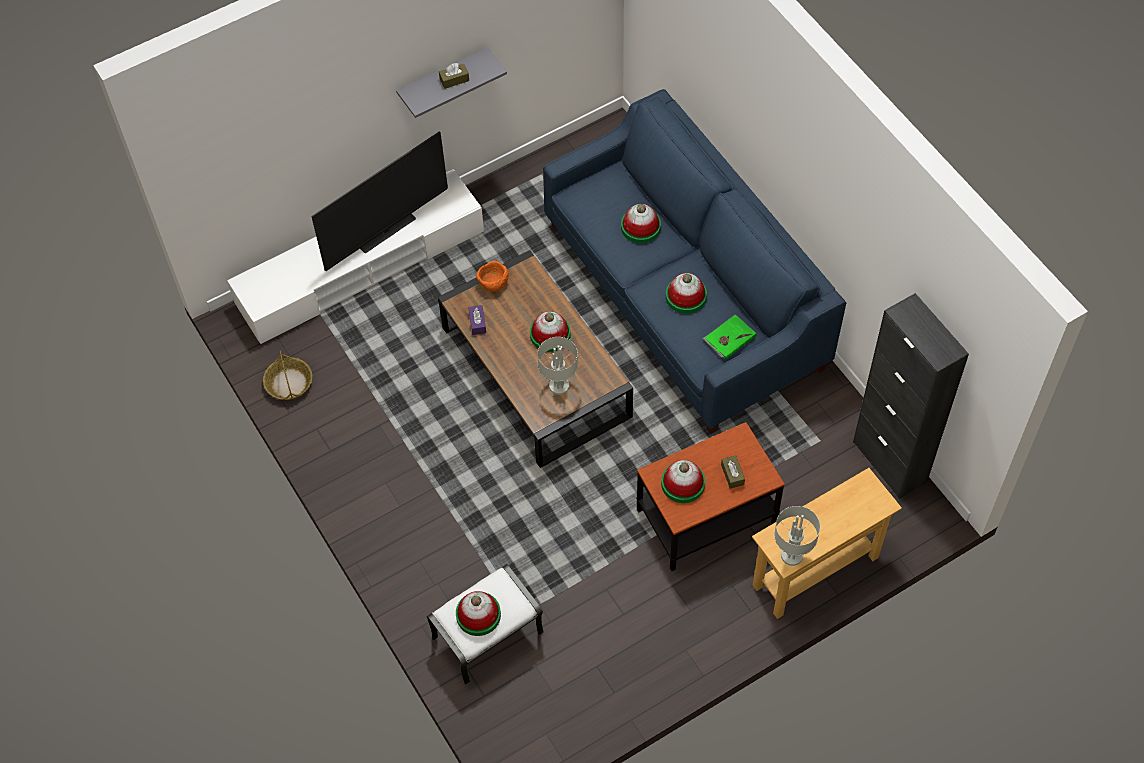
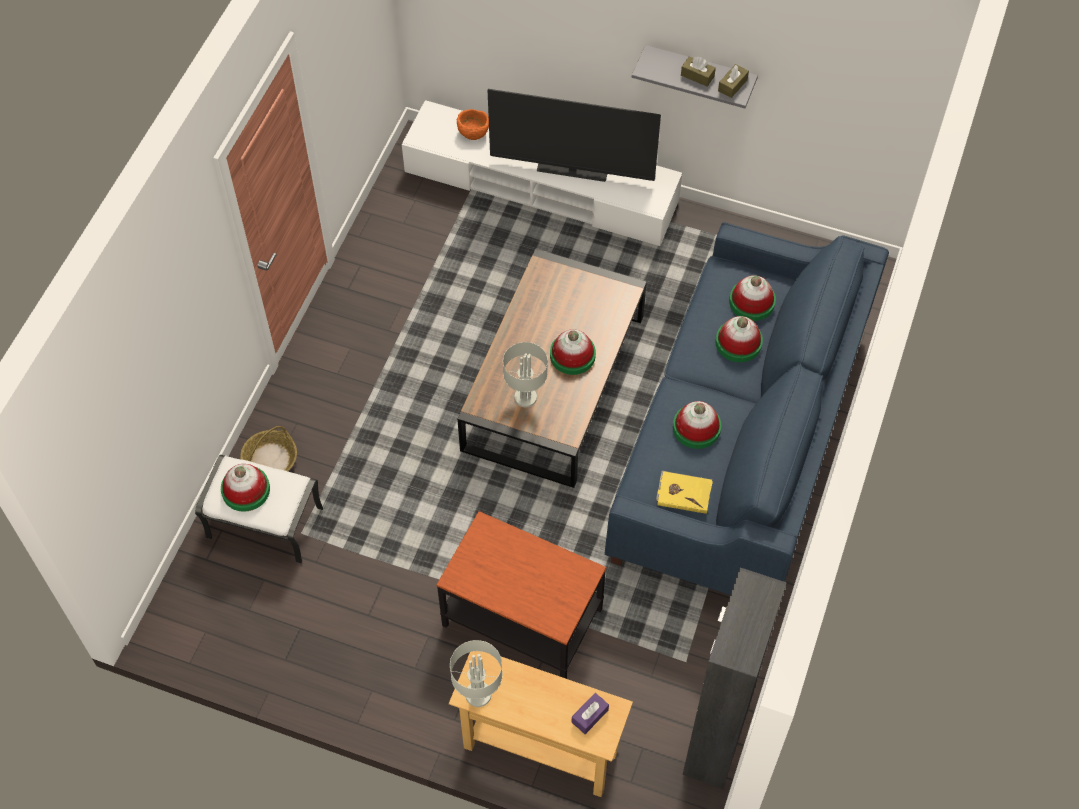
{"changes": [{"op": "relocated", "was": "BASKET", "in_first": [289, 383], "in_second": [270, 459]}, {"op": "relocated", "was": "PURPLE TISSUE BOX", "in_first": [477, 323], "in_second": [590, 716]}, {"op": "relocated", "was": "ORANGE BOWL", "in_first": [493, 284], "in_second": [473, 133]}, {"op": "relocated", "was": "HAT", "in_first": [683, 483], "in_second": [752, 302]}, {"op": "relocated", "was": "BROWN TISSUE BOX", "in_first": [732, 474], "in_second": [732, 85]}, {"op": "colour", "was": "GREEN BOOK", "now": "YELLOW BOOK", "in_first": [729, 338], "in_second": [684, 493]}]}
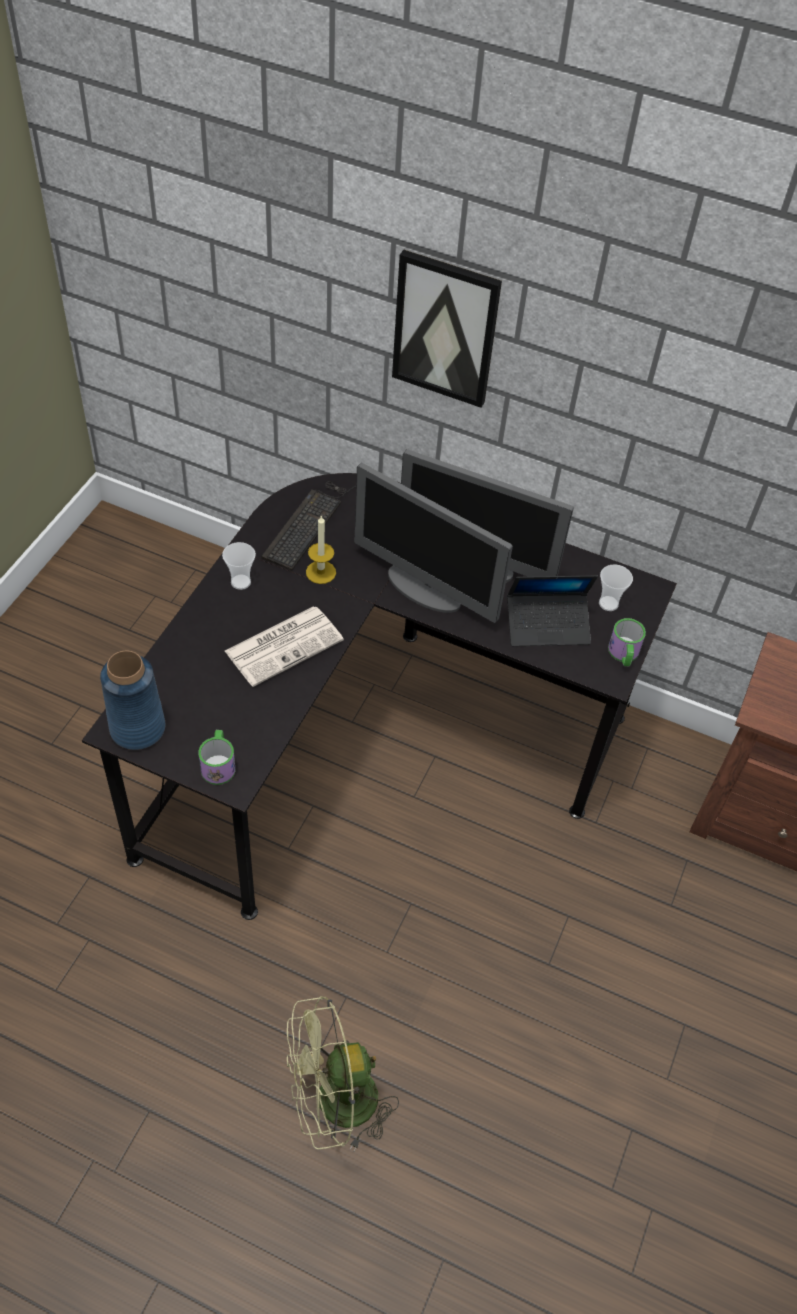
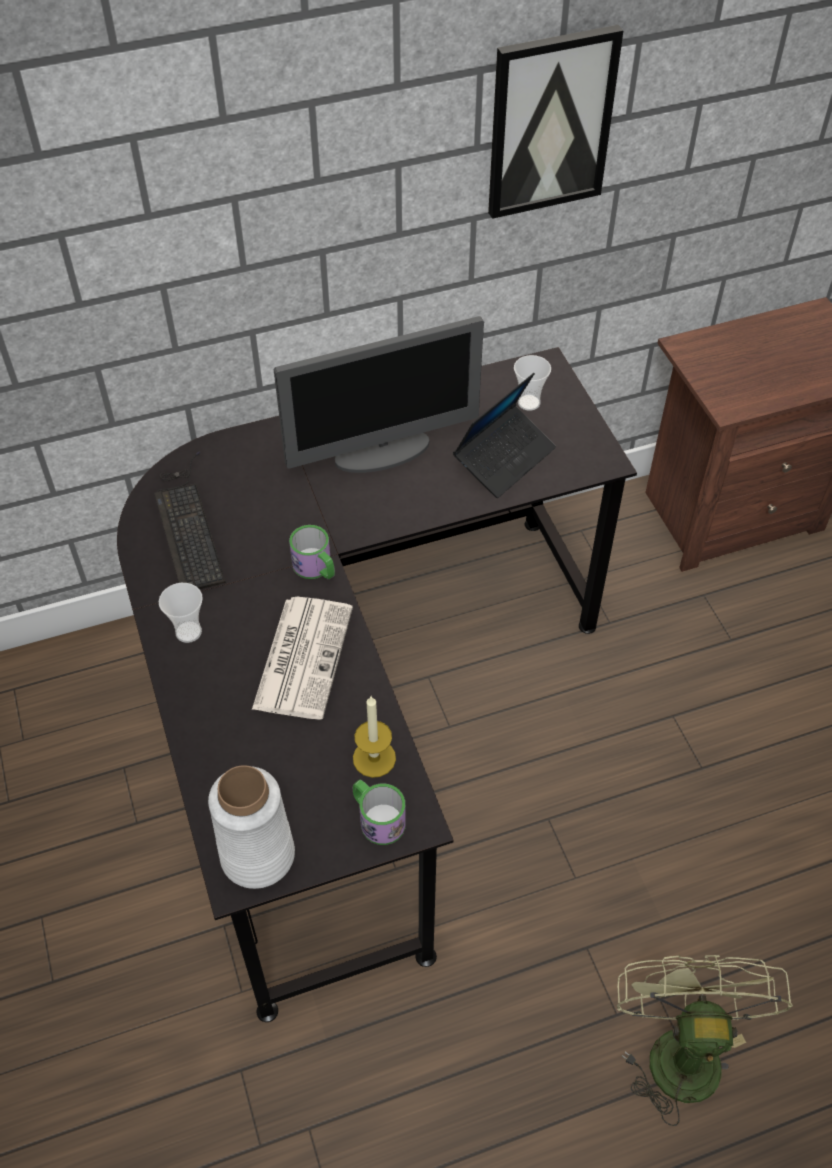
{"changes": [{"op": "missing", "was": "MONITOR", "in_first": [424, 589]}, {"op": "relocated", "was": "CANDLE", "in_first": [321, 572], "in_second": [374, 758]}, {"op": "relocated", "was": "PICTURE", "in_first": [445, 328], "in_second": [550, 123]}, {"op": "relocated", "was": "MUG", "in_first": [623, 654], "in_second": [316, 568]}, {"op": "colour", "was": "BLUE VASE", "now": "WHITE VASE", "in_first": [137, 728], "in_second": [257, 856]}, {"op": "spun", "was": "GREEN FAN", "in_first": [334, 1104], "in_second": [679, 1047], "clockwise": 150}]}
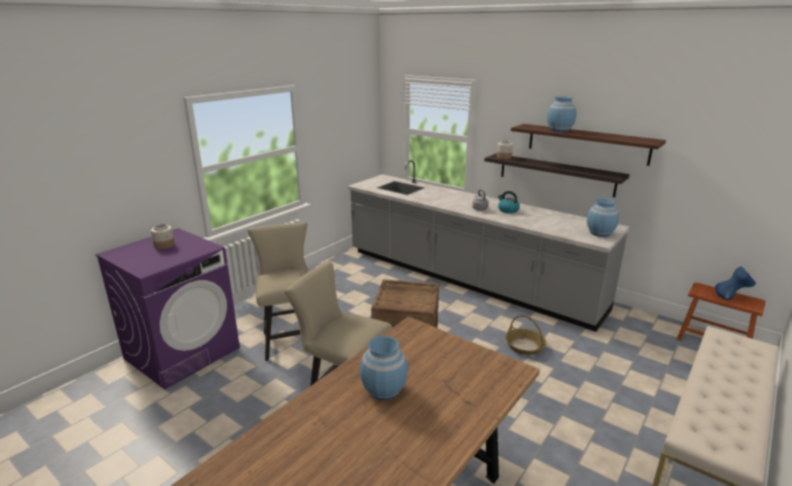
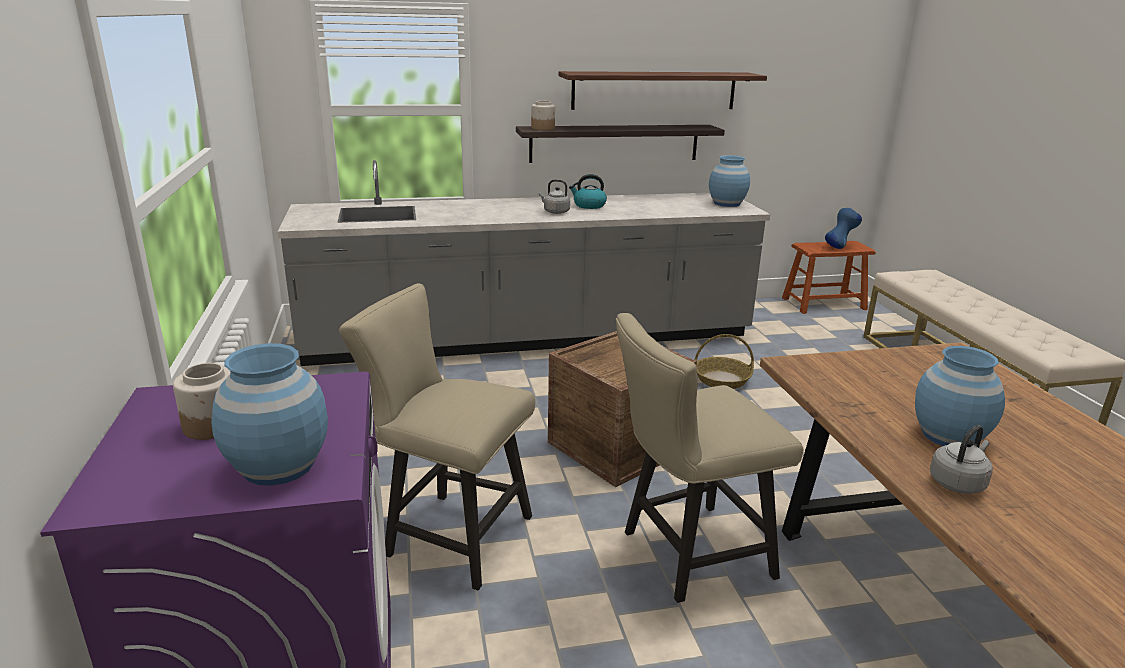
{"changes": [{"op": "appeared", "now": "GREY KETTLE", "in_second": [958, 483]}, {"op": "relocated", "was": "BLUE VASE", "in_first": [559, 130], "in_second": [277, 466]}]}
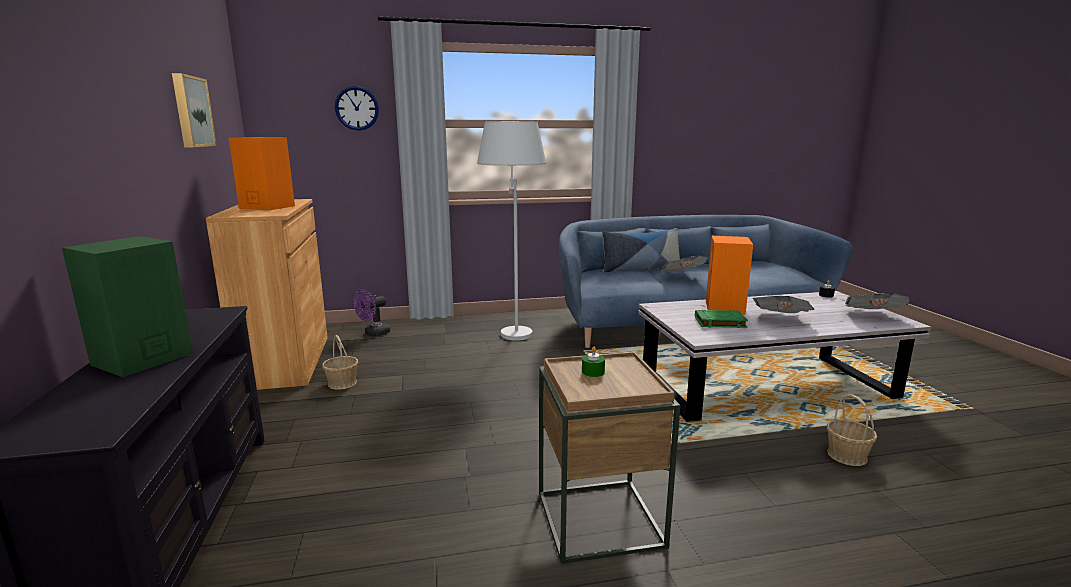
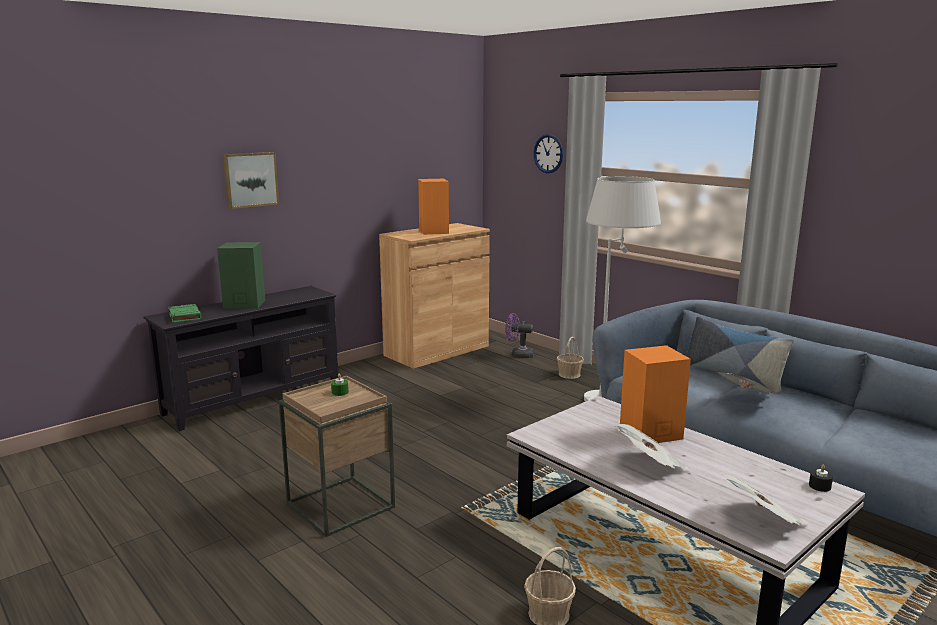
{"changes": [{"op": "relocated", "was": "PICTURE", "in_first": [191, 112], "in_second": [250, 179]}, {"op": "relocated", "was": "BASKET", "in_first": [342, 383], "in_second": [569, 374]}, {"op": "relocated", "was": "GREEN BOOK", "in_first": [719, 322], "in_second": [184, 316]}]}
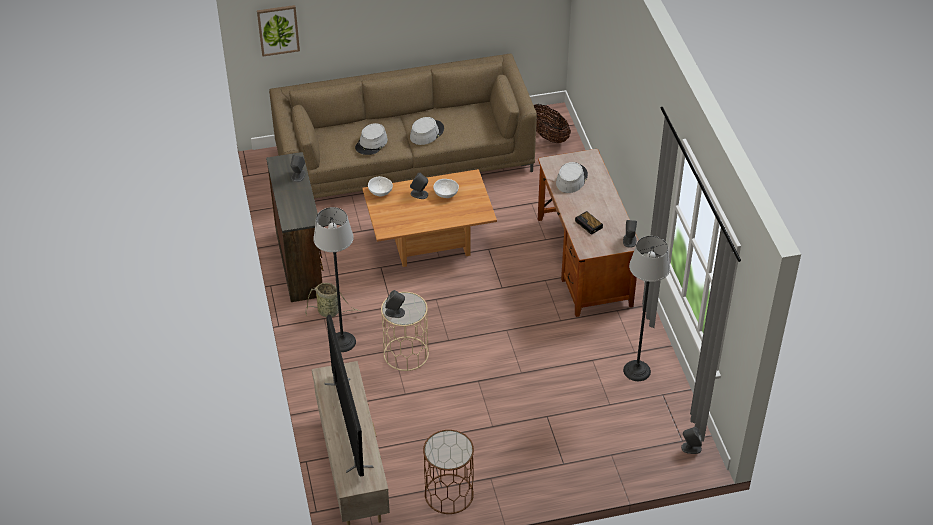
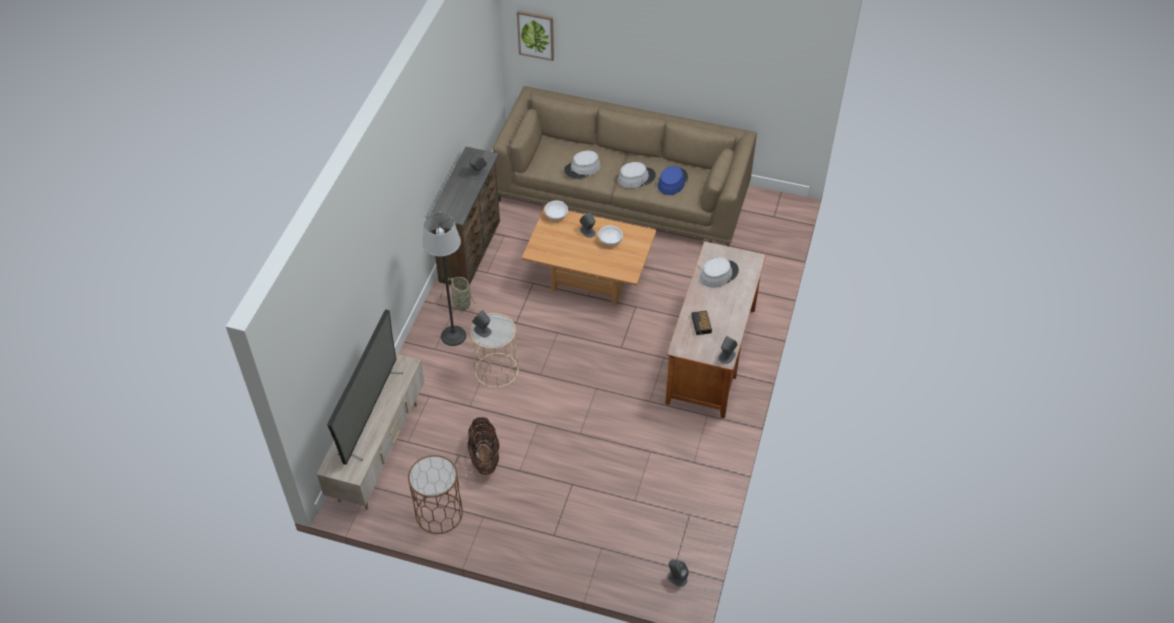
{"changes": [{"op": "missing", "was": "FLOOR LAMP", "in_first": [636, 371]}, {"op": "appeared", "now": "BLUE HAT", "in_second": [672, 181]}, {"op": "relocated", "was": "BASKET", "in_first": [548, 136], "in_second": [484, 457]}]}
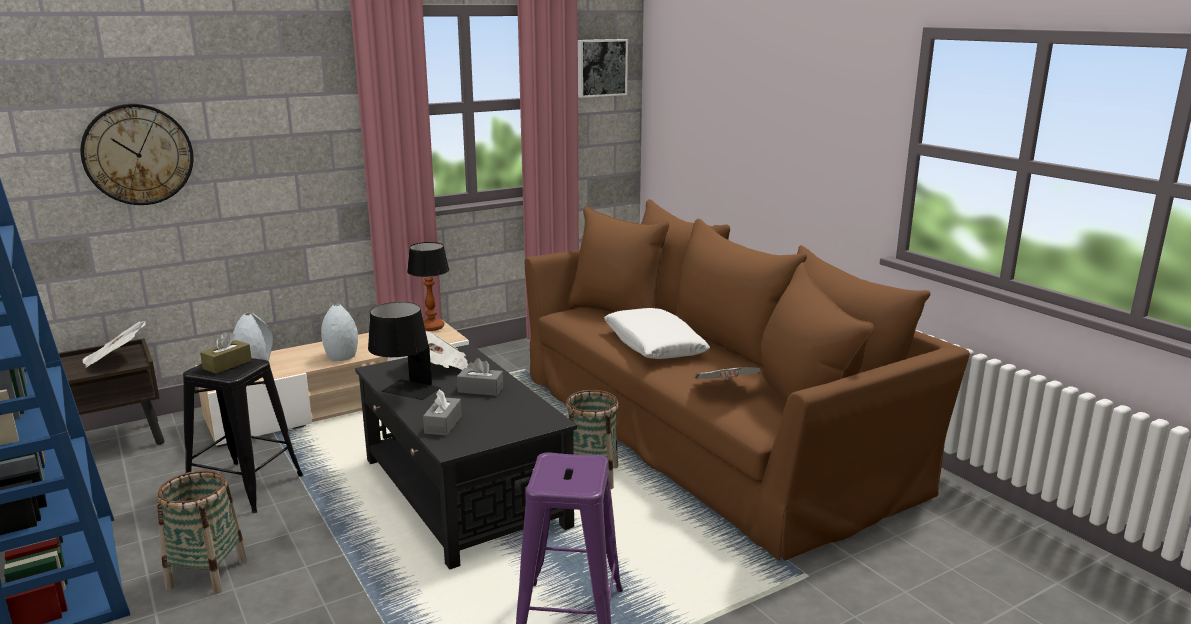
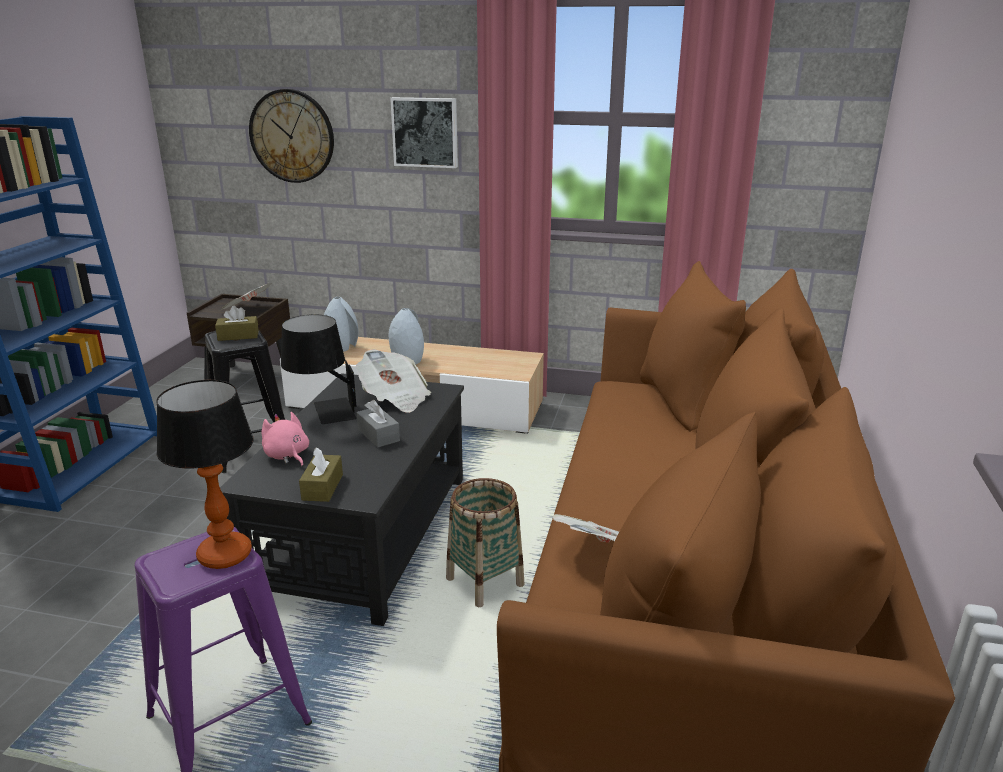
{"changes": [{"op": "missing", "was": "BASKET", "in_first": [207, 574]}, {"op": "missing", "was": "WHITE PILLOW", "in_first": [654, 345]}, {"op": "appeared", "now": "BROWN TISSUE BOX", "in_second": [322, 487]}, {"op": "relocated", "was": "TABLE LAMP", "in_first": [432, 327], "in_second": [226, 555]}, {"op": "relocated", "was": "PICTURE", "in_first": [601, 67], "in_second": [425, 132]}, {"op": "exchanged", "was": "GREY TISSUE BOX", "now": "PINK PLUSH TOY", "in_first": [443, 424], "in_second": [287, 455]}]}
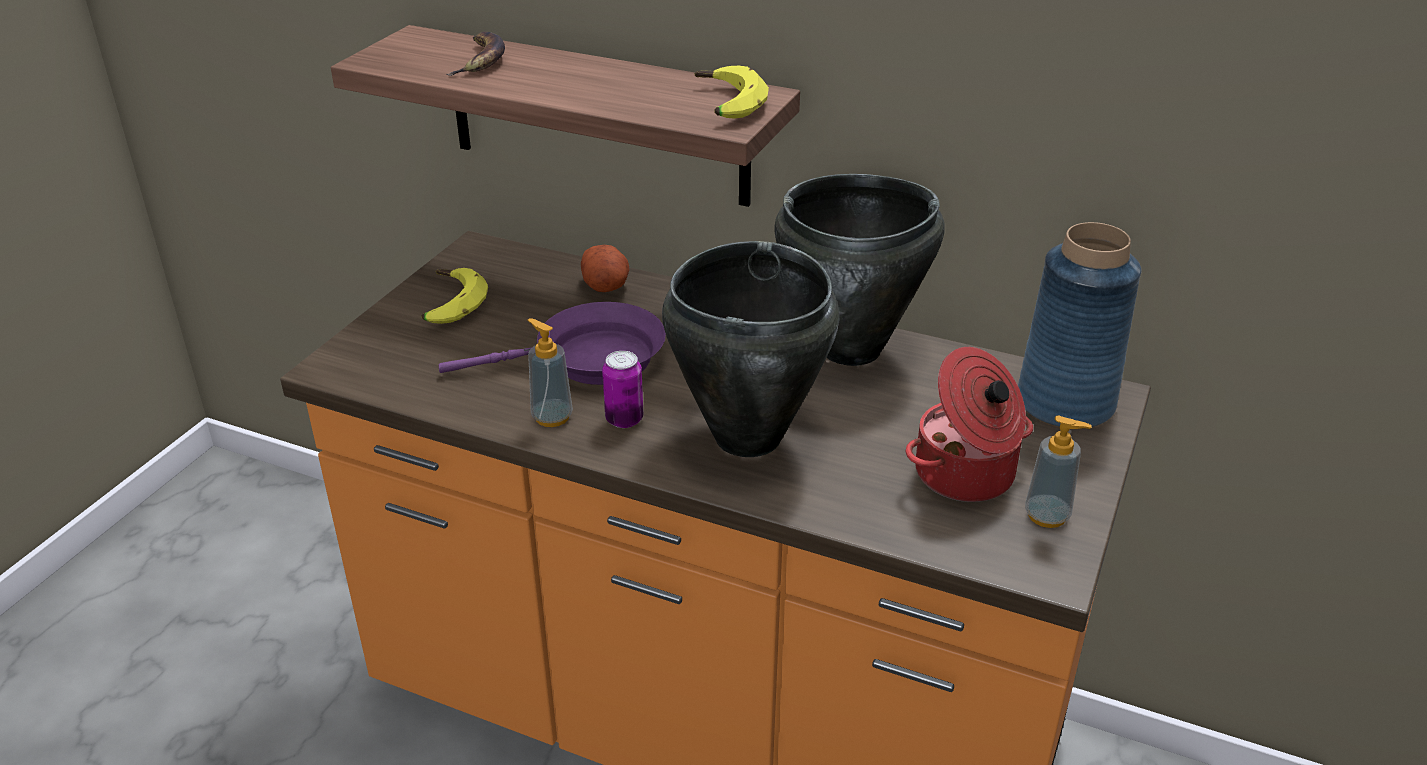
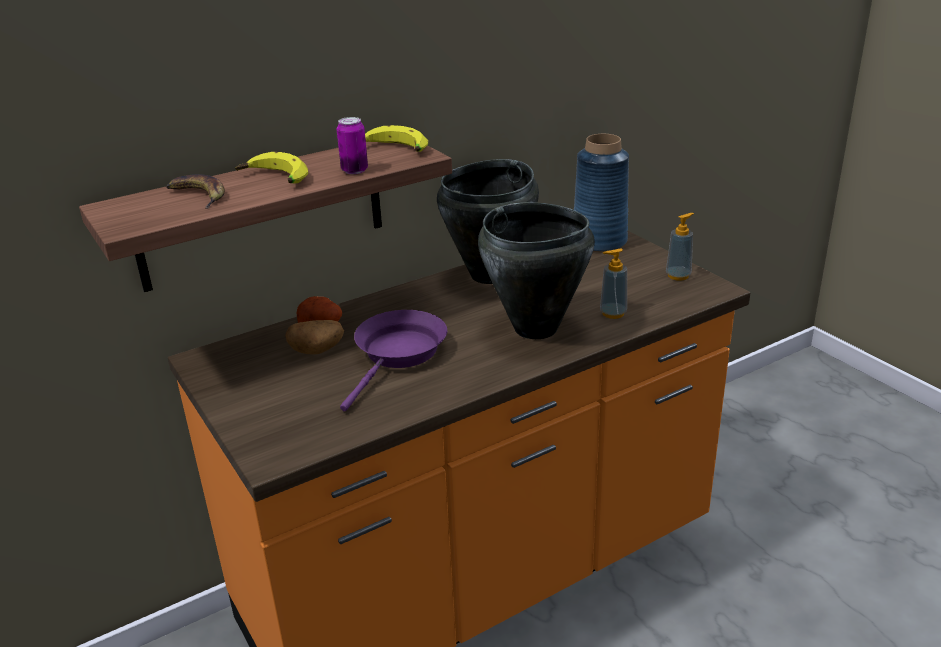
{"changes": [{"op": "missing", "was": "COOKING POT", "in_first": [966, 475]}, {"op": "appeared", "now": "POTATO", "in_second": [317, 350]}, {"op": "relocated", "was": "BANANA", "in_first": [448, 305], "in_second": [274, 180]}, {"op": "relocated", "was": "SOAP DISPENSER", "in_first": [552, 417], "in_second": [613, 313]}, {"op": "relocated", "was": "CAN", "in_first": [624, 419], "in_second": [354, 170]}]}
